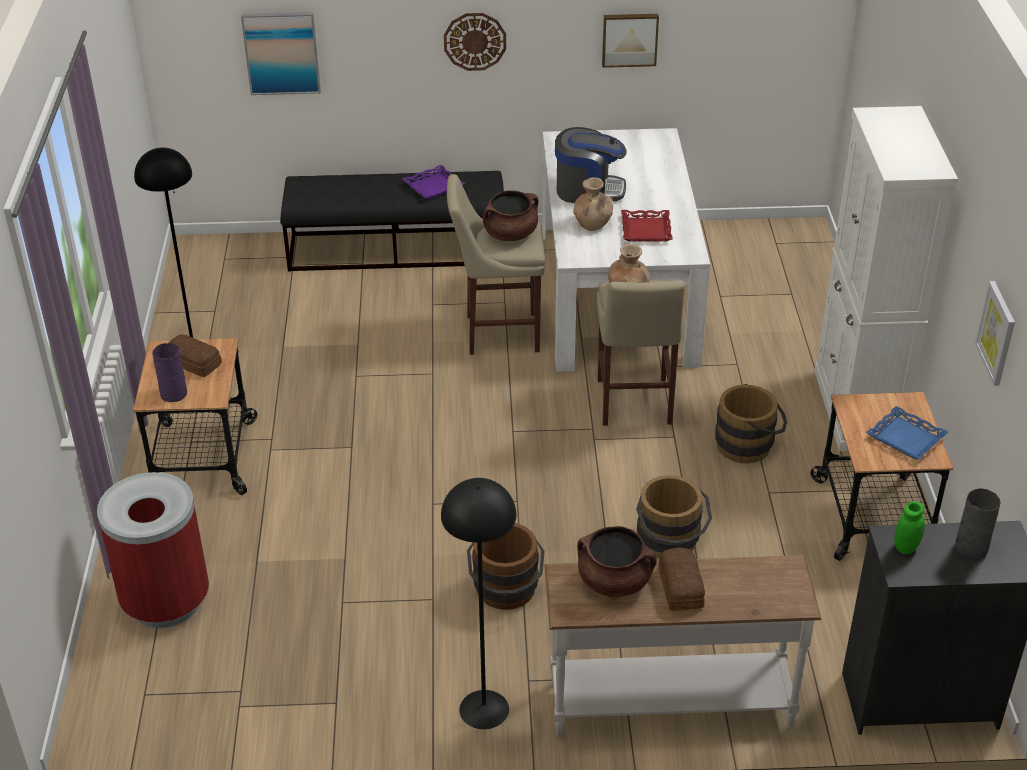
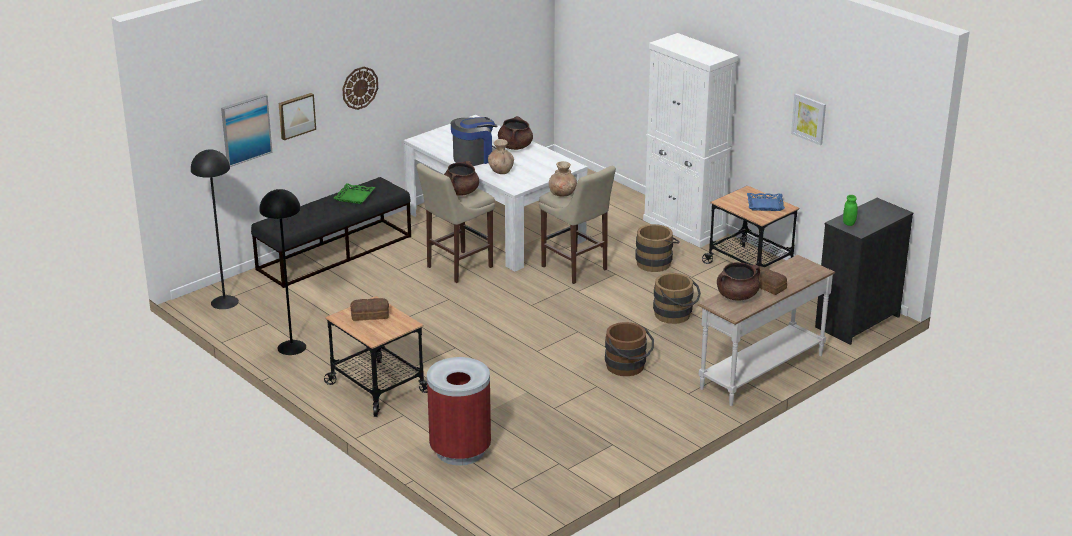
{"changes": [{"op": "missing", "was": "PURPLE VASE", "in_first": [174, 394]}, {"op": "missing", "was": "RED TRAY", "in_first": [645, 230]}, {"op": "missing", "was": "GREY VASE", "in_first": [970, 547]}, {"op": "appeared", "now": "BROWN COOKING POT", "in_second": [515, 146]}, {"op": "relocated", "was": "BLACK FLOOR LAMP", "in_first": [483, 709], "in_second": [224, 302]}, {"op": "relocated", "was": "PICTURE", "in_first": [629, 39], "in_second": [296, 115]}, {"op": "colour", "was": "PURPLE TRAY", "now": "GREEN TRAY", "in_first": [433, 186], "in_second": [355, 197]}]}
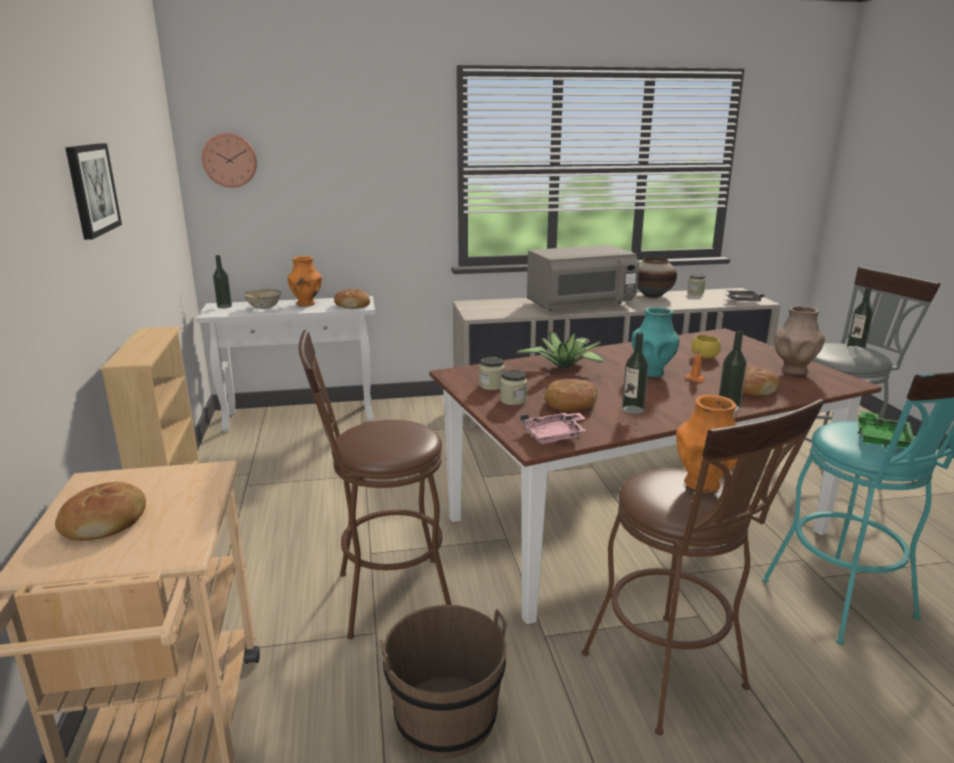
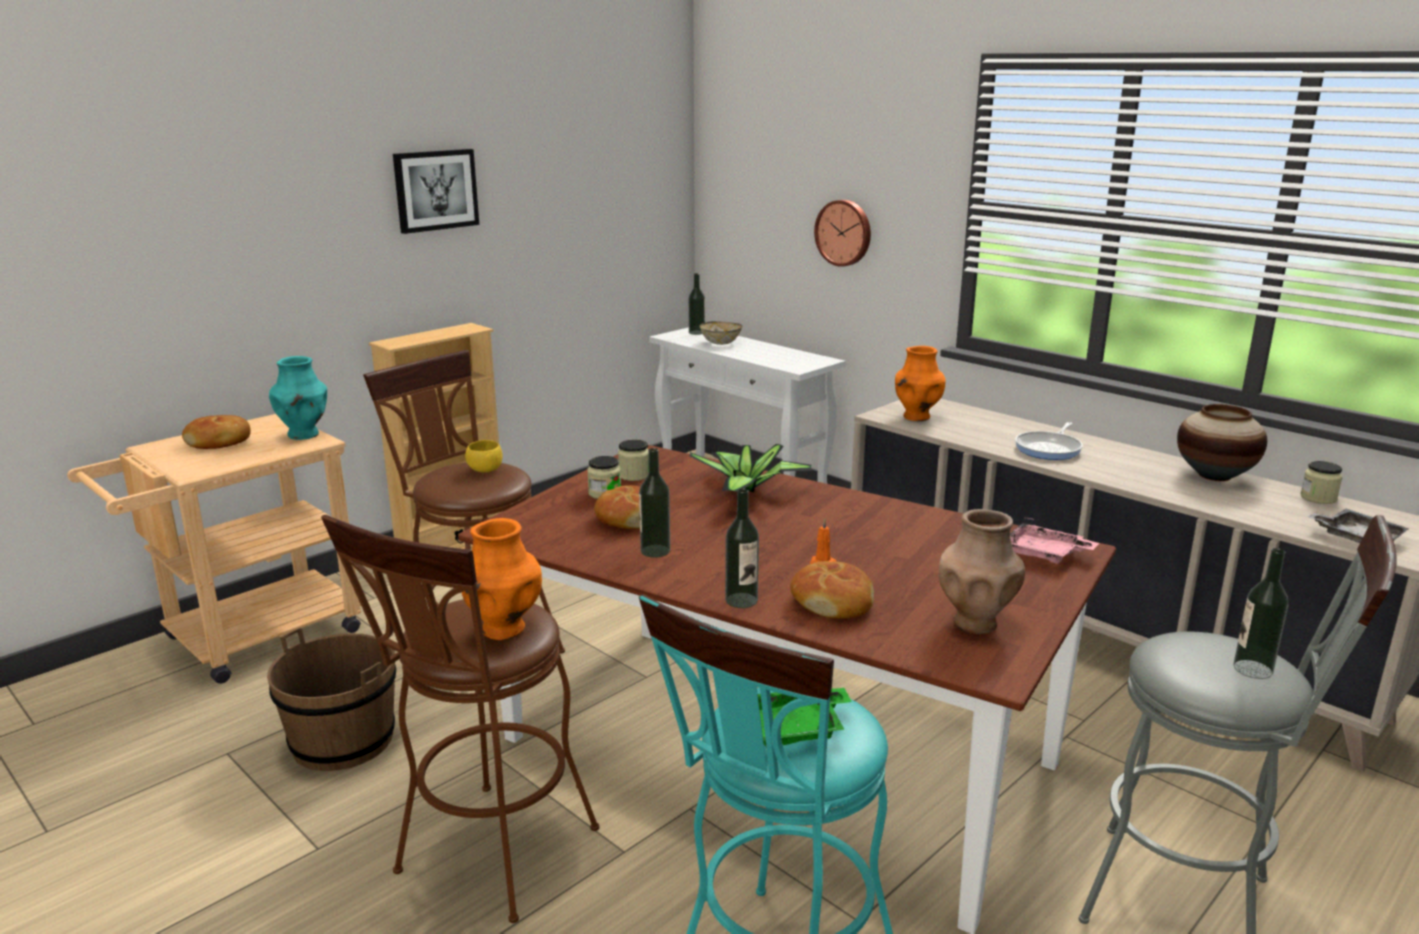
{"changes": [{"op": "missing", "was": "BREAD", "in_first": [352, 305]}, {"op": "relocated", "was": "WALL CLOCK", "in_first": [230, 160], "in_second": [844, 232]}, {"op": "relocated", "was": "ORANGE VASE", "in_first": [306, 304], "in_second": [916, 417]}, {"op": "relocated", "was": "PINK TRAY", "in_first": [554, 436], "in_second": [1044, 554]}, {"op": "relocated", "was": "TURQUOISE VASE", "in_first": [652, 372], "in_second": [304, 435]}, {"op": "relocated", "was": "YELLOW BOWL", "in_first": [704, 357], "in_second": [485, 470]}, {"op": "exchanged", "was": "GREY MICROWAVE", "now": "FRYING PAN", "in_first": [580, 305], "in_second": [1049, 449]}]}
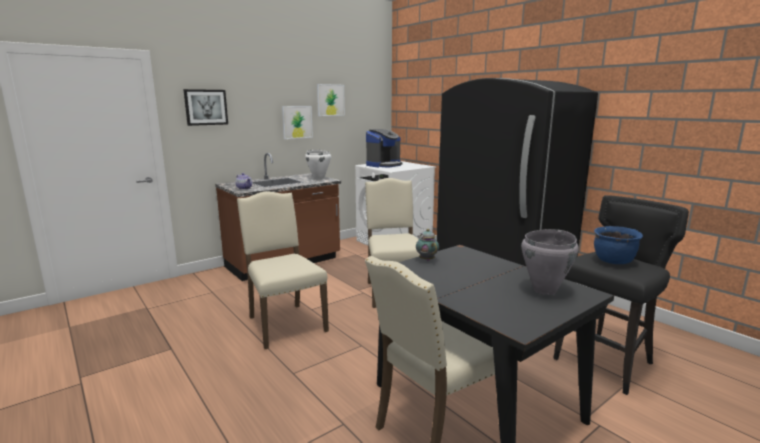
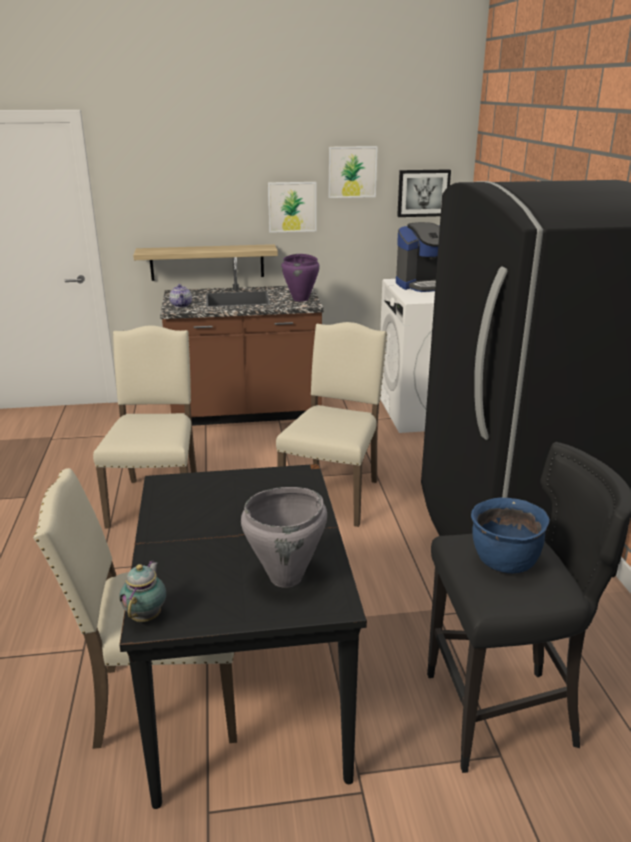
{"changes": [{"op": "appeared", "now": "SHELF", "in_second": [207, 262]}, {"op": "relocated", "was": "PICTURE", "in_first": [206, 107], "in_second": [423, 193]}, {"op": "relocated", "was": "TEAPOT", "in_first": [426, 259], "in_second": [147, 615]}, {"op": "colour", "was": "WHITE COOKING POT", "now": "PURPLE COOKING POT", "in_first": [319, 178], "in_second": [301, 299]}]}
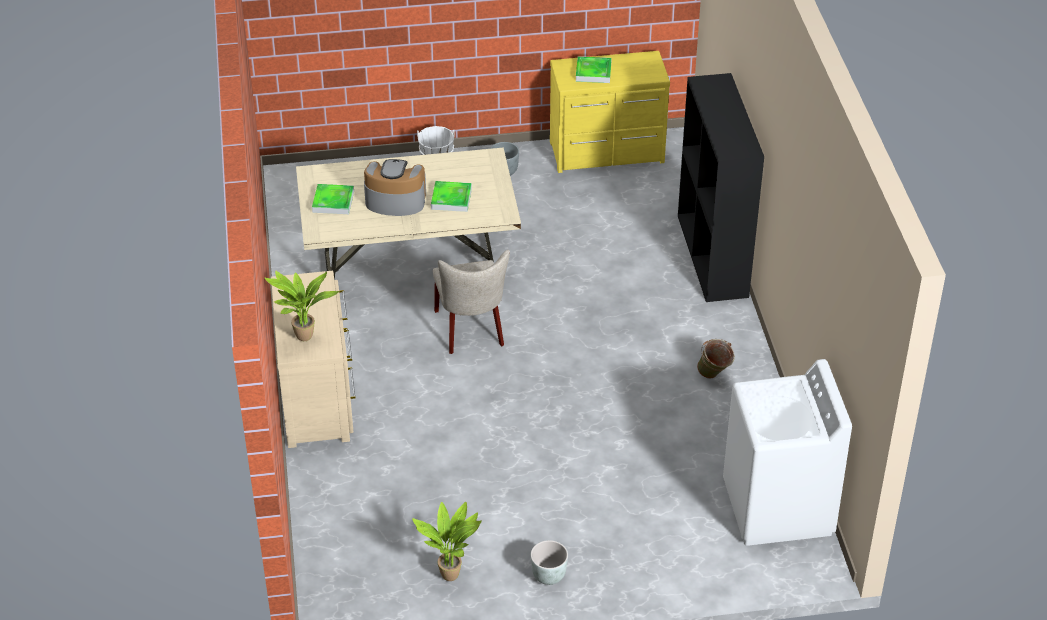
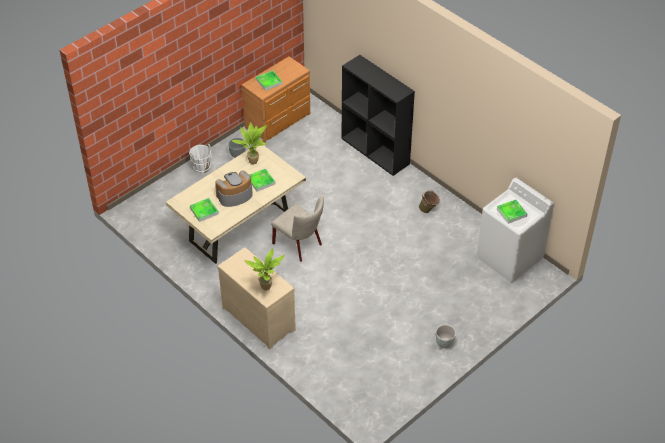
{"changes": [{"op": "appeared", "now": "TRAY", "in_second": [511, 212]}, {"op": "relocated", "was": "POTTED PLANT", "in_first": [451, 574], "in_second": [253, 161]}, {"op": "colour", "was": "YELLOW DRESSER", "now": "BROWN DRESSER", "in_first": [608, 153], "in_second": [279, 121]}]}
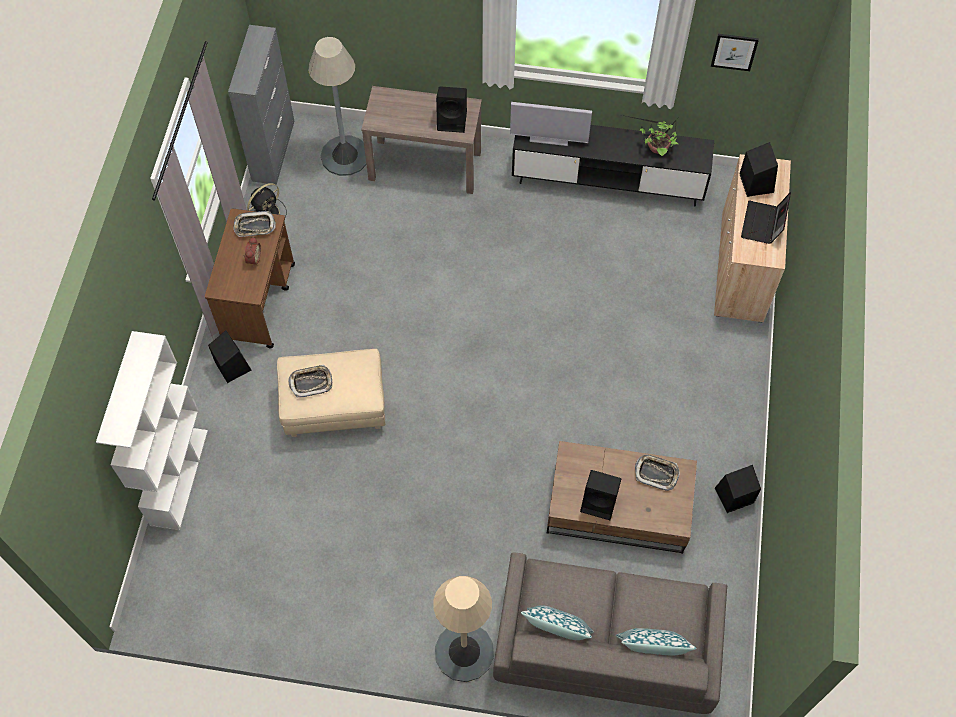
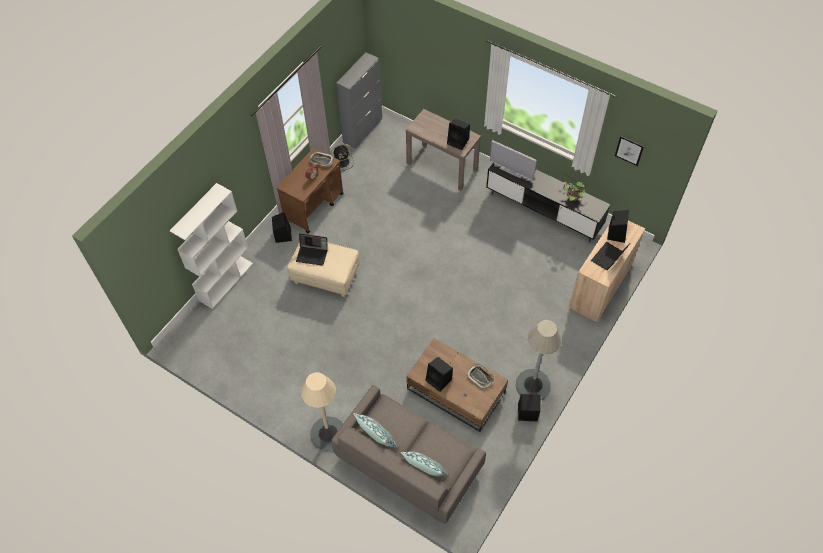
{"changes": [{"op": "relocated", "was": "GREY FLOOR LAMP", "in_first": [345, 156], "in_second": [533, 385]}, {"op": "exchanged", "was": "TRAY", "now": "LAPTOP", "in_first": [311, 382], "in_second": [312, 254]}]}
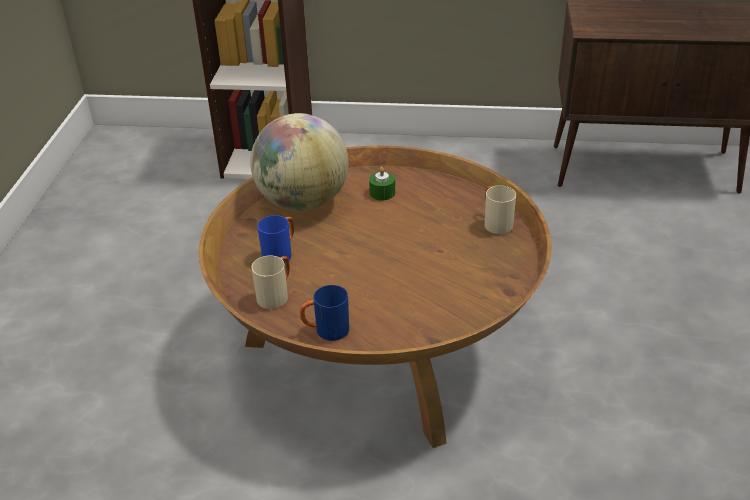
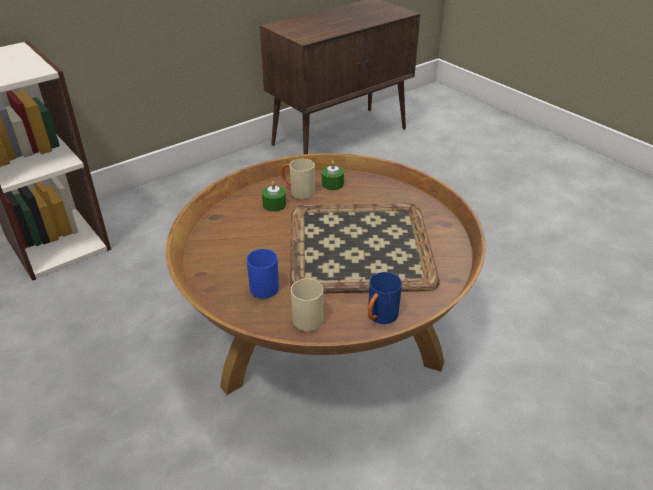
{"changes": [{"op": "missing", "was": "GLOBE", "in_first": [302, 202]}, {"op": "appeared", "now": "TRAY", "in_second": [358, 246]}, {"op": "appeared", "now": "GREEN CANDLE", "in_second": [332, 184]}, {"op": "relocated", "was": "BEIGE MUG", "in_first": [495, 223], "in_second": [298, 192]}]}
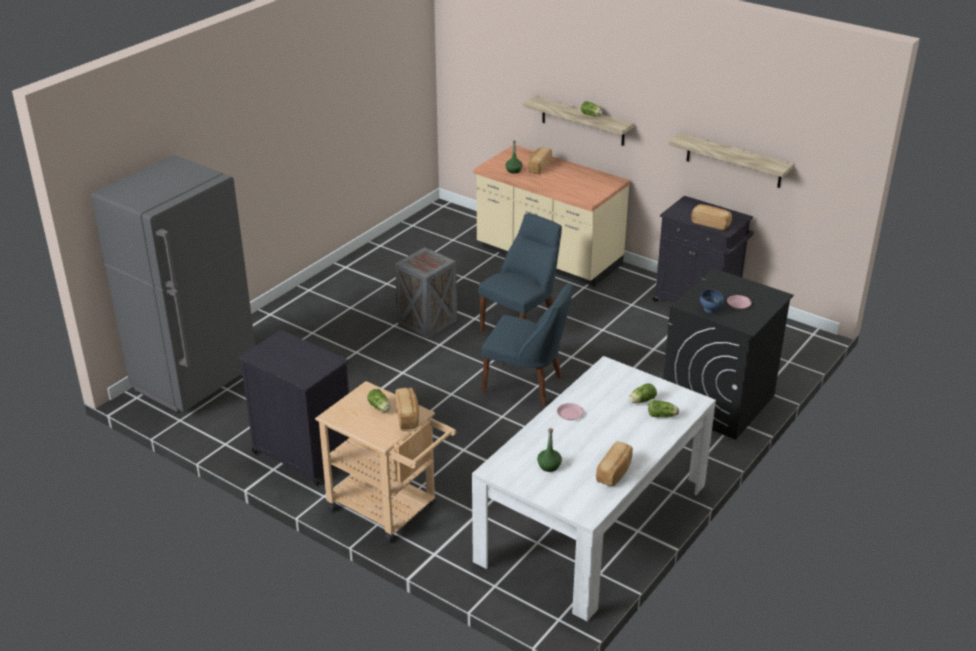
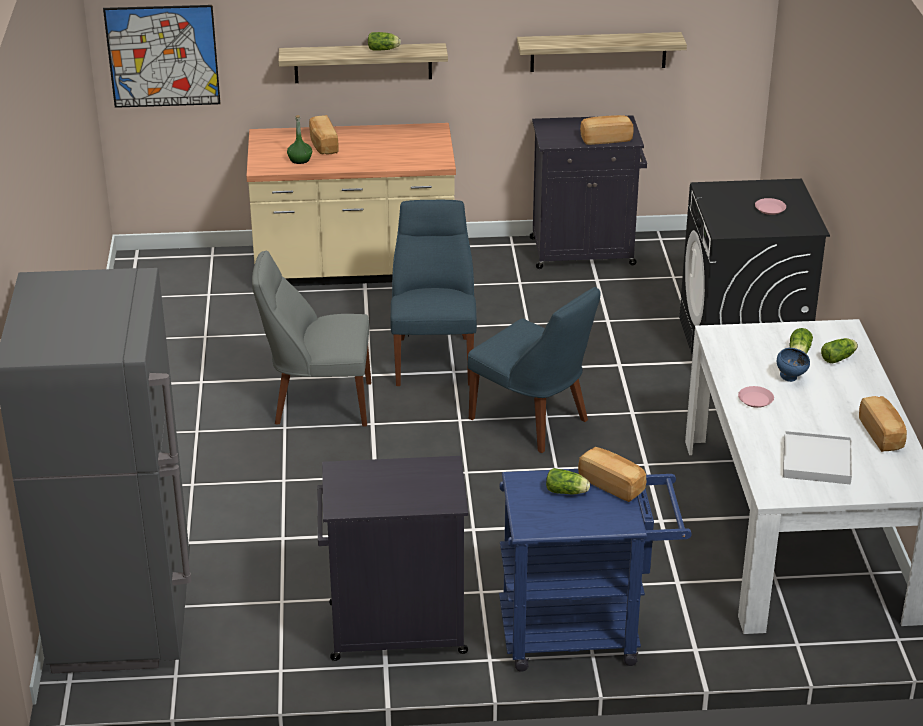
{"changes": [{"op": "appeared", "now": "PICTURE", "in_second": [162, 56]}, {"op": "relocated", "was": "BLUE BOWL", "in_first": [710, 311], "in_second": [790, 378]}, {"op": "exchanged", "was": "CRATE", "now": "GREY CHAIR", "in_first": [427, 321], "in_second": [318, 403]}, {"op": "exchanged", "was": "GREEN BOTTLE", "now": "WHITE TRAY", "in_first": [549, 466], "in_second": [817, 461]}, {"op": "colour", "was": "BEIGE CART", "now": "BLUE CART", "in_first": [389, 510], "in_second": [583, 632]}, {"op": "spun", "was": "BLUE CHAIR", "in_first": [526, 385], "in_second": [533, 421], "clockwise": 60}]}
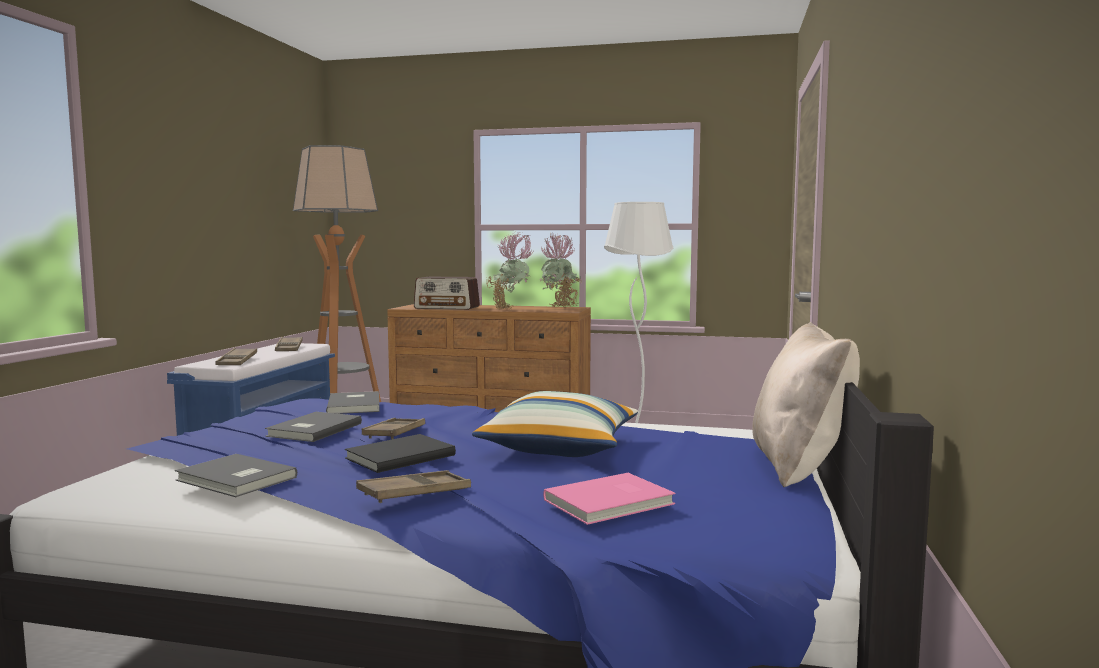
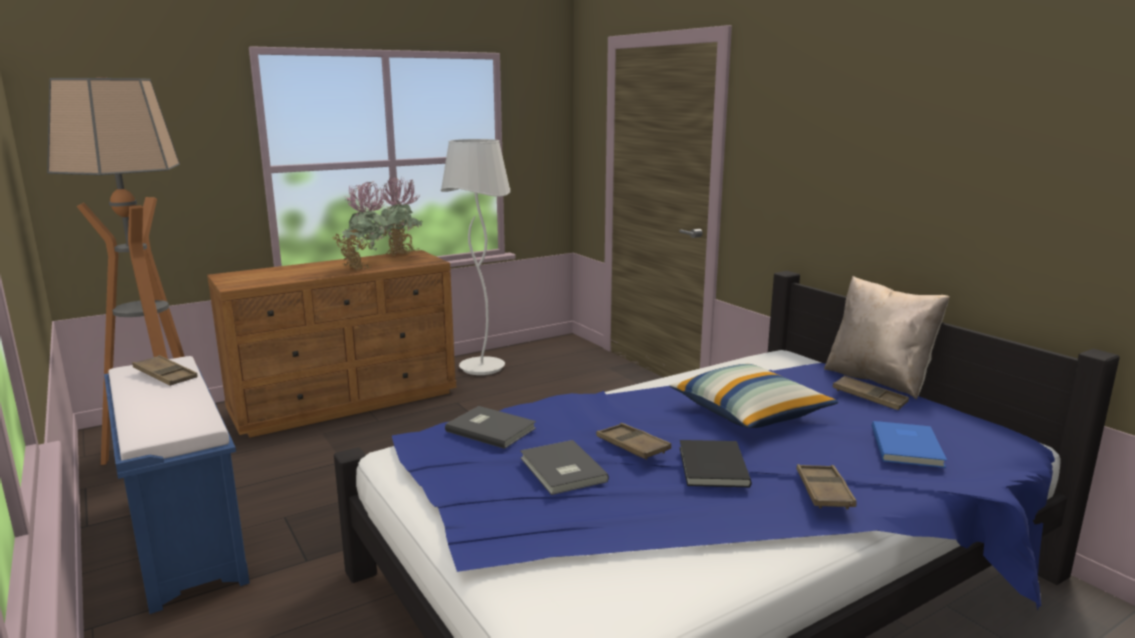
{"changes": [{"op": "missing", "was": "GREY BOOK", "in_first": [235, 479]}, {"op": "missing", "was": "RADIO", "in_first": [447, 307]}, {"op": "relocated", "was": "BROWN TRAY", "in_first": [237, 361], "in_second": [869, 398]}, {"op": "colour", "was": "PINK BOOK", "now": "BLUE BOOK", "in_first": [612, 502], "in_second": [908, 446]}]}
